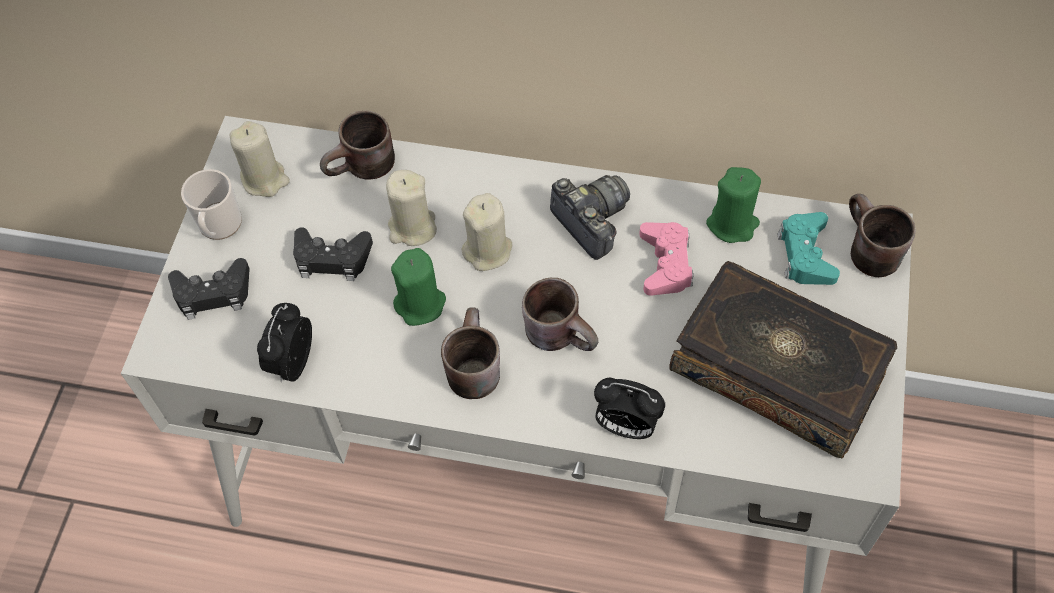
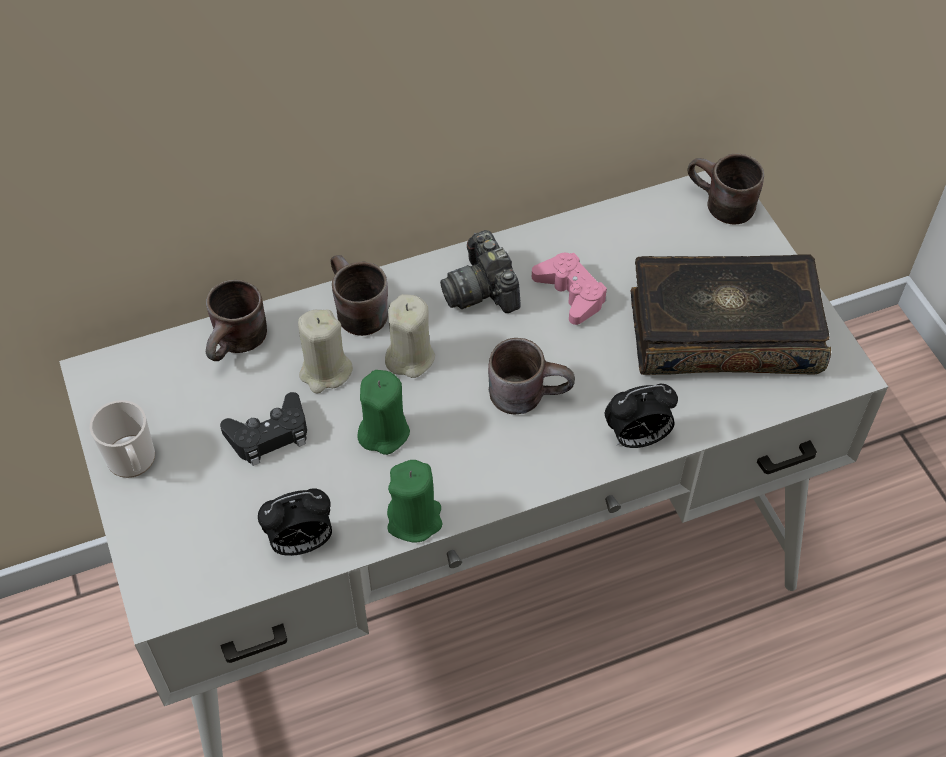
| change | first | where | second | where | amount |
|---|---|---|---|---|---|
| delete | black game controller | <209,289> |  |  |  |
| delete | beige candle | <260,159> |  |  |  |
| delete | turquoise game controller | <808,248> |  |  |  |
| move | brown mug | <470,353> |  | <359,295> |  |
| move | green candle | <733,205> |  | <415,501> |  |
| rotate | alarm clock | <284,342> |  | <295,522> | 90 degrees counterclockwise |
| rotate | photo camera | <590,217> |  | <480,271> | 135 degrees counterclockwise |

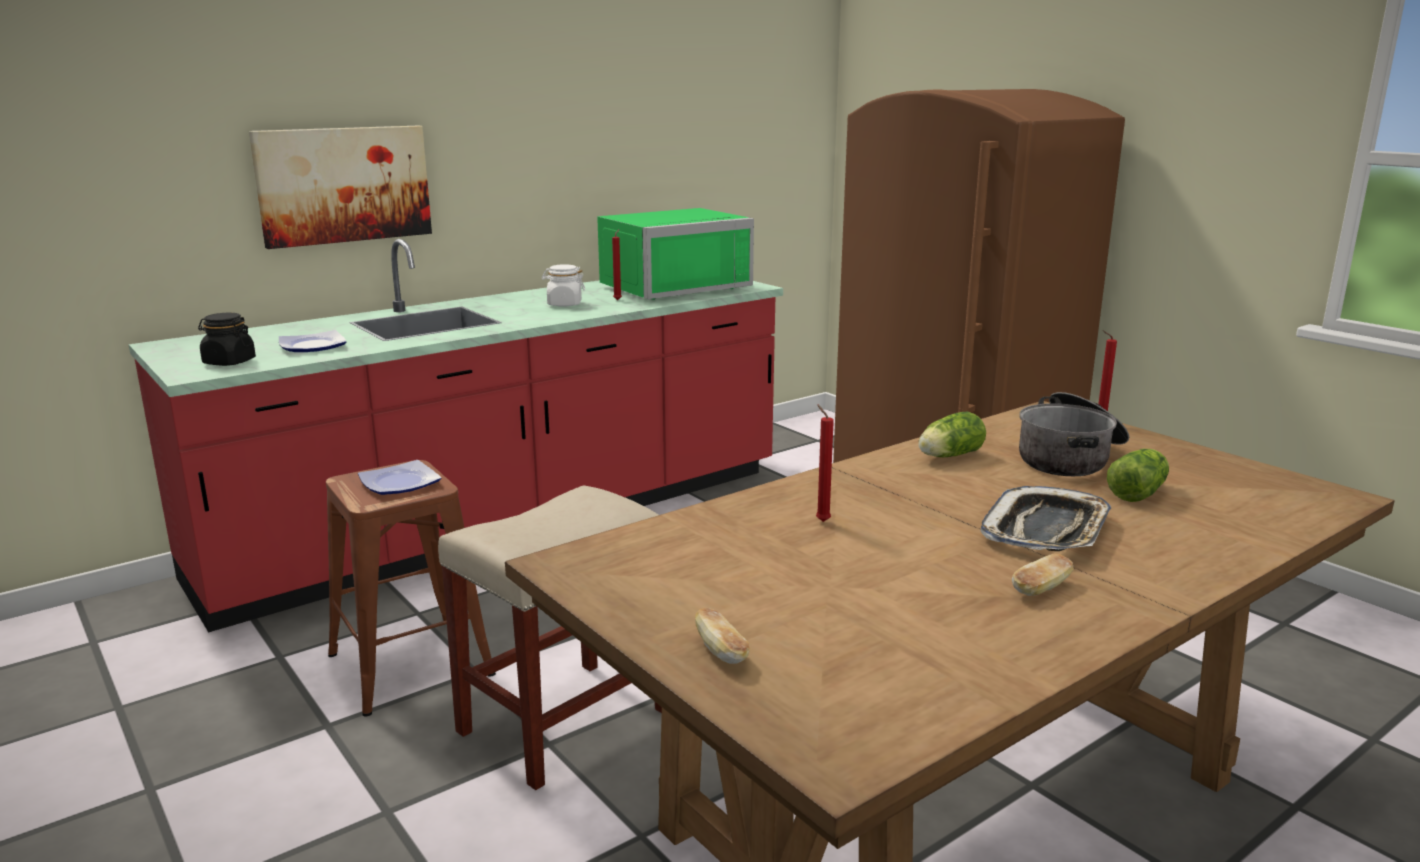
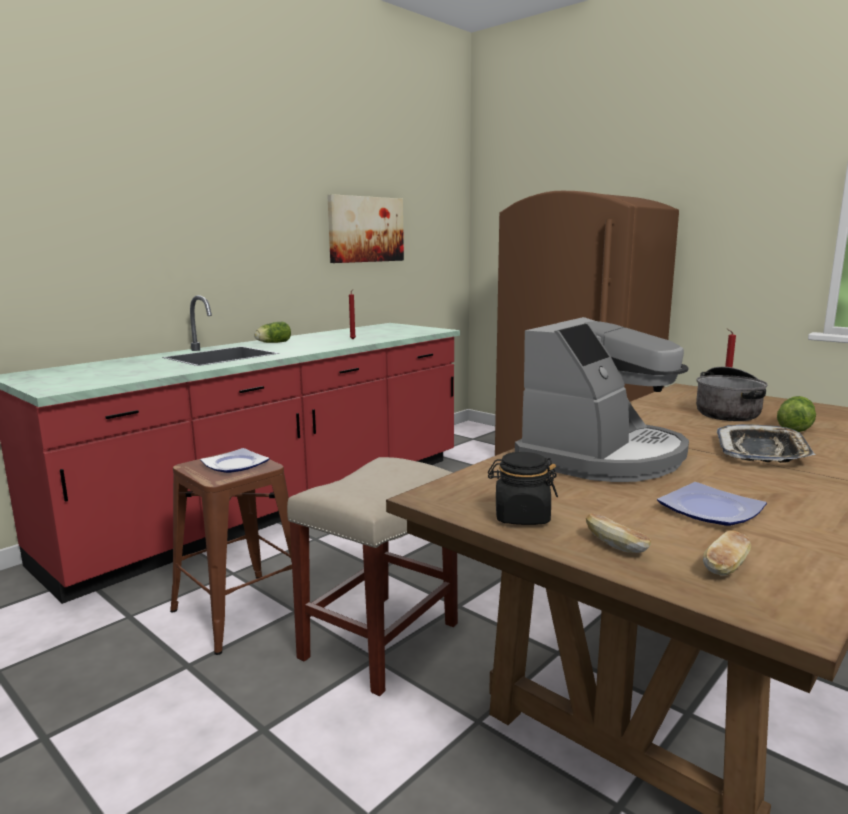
| change | first | where | second | where | amount |
|---|---|---|---|---|---|
| delete | white jar | <563,286> |  |  |  |
| delete | green microwave | <675,254> |  |  |  |
| move | black jar | <227,339> |  | <523,488> |  |
| move | picture | <340,187> |  | <365,228> |  |
| move | plate | <312,341> |  | <712,504> |  |
| move | lettuce | <952,434> |  | <272,332> |  |
| move | bread | <1043,575> |  | <727,553> |  |
| replace | red candle | <825,463> | coffee machine | <602,399> |  |

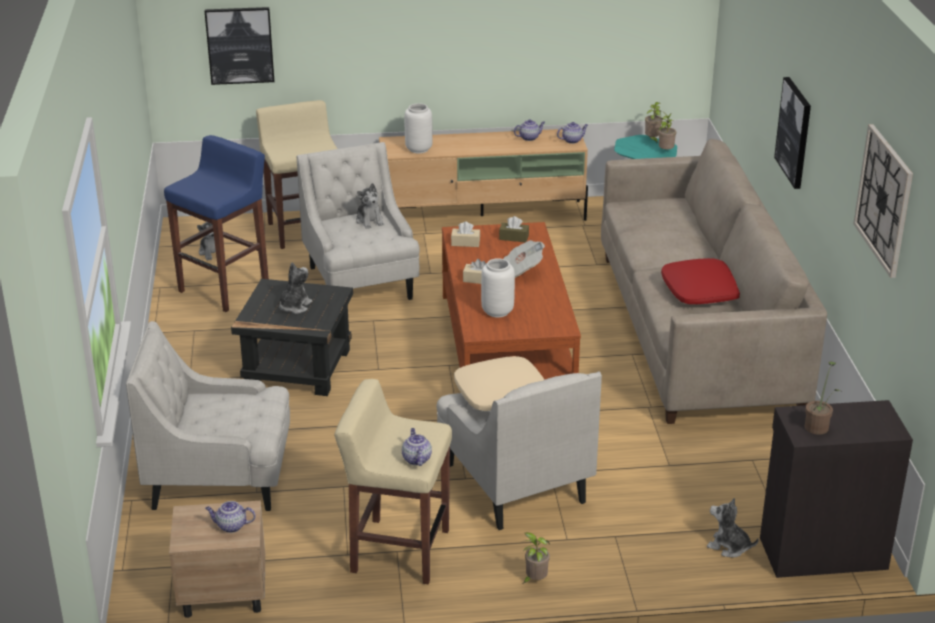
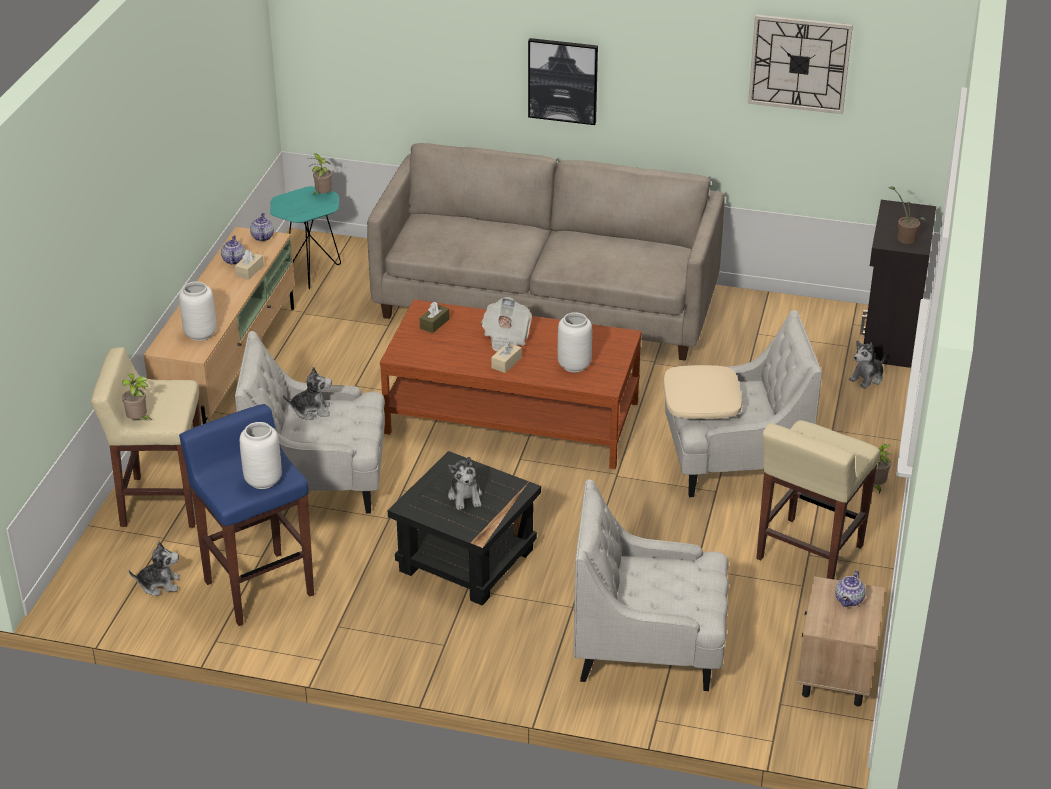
| change | first | where | second | where | amount |
|---|---|---|---|---|---|
| delete | picture | <239,46> |  |  |  |
| delete | teapot | <417,447> |  |  |  |
| delete | red pillow | <700,281> |  |  |  |
| insert |  |  | white vase | <261,455> |  |
| move | beige tissue box | <465,234> |  | <249,264> |  |
| move | potted plant | <653,122> |  | <137,396> |  |
| rotate | white armchair | <208,416> |  | <651,585> | 75 degrees clockwise |
| rotate | plush toy | <295,288> |  | <465,483> | 150 degrees counterclockwise |

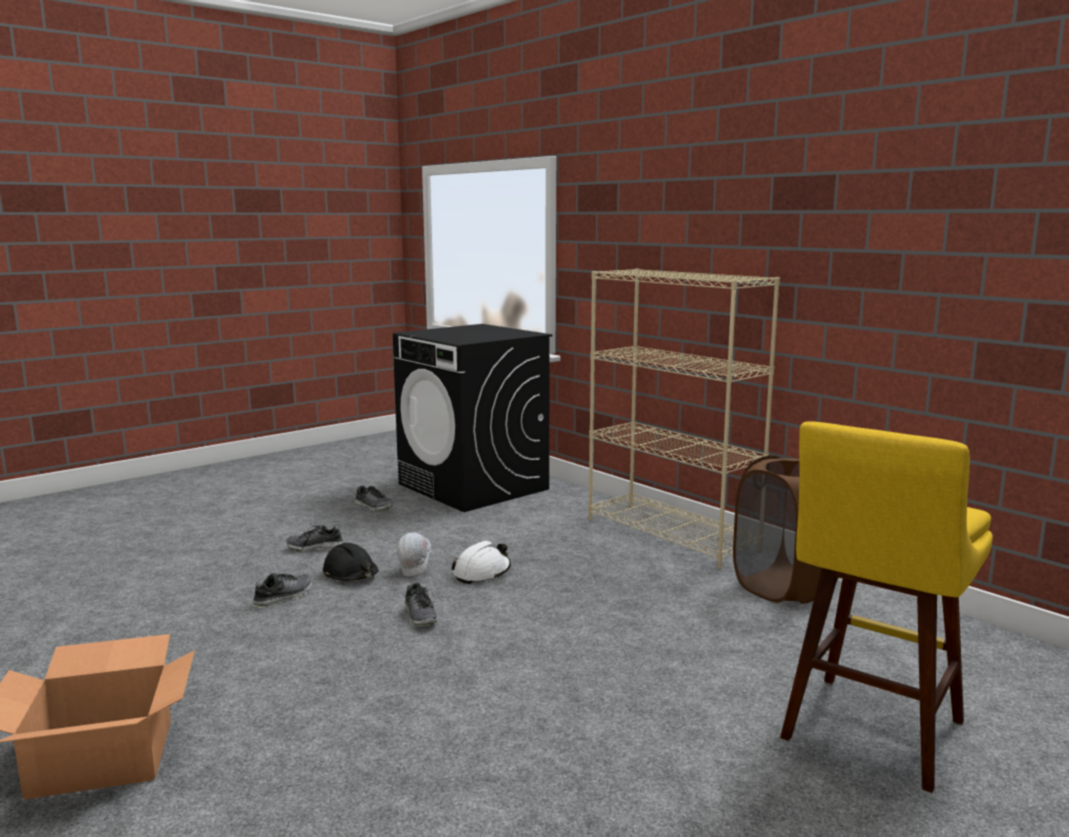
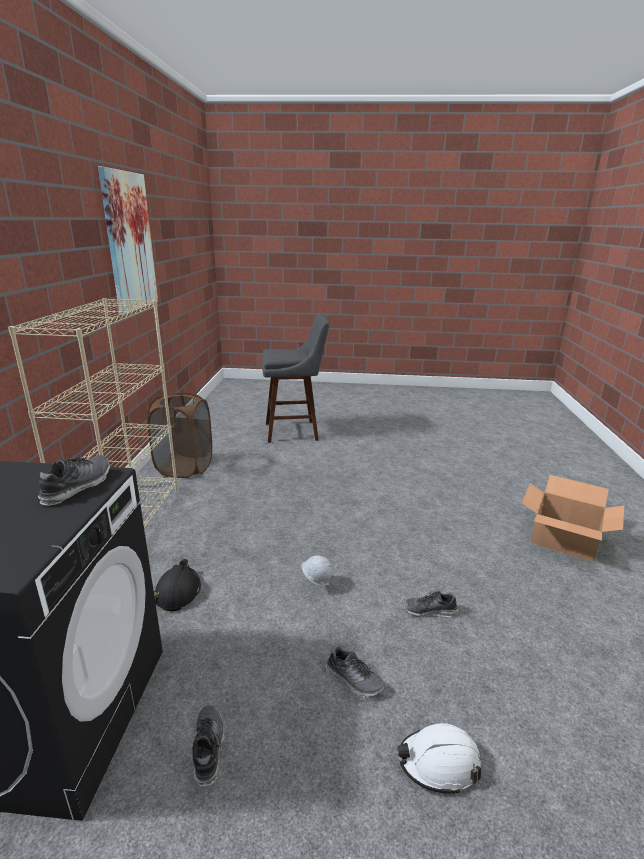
| change | first | where | second | where | amount |
|---|---|---|---|---|---|
| insert |  |  | picture | <128,240> |  |
| move | black hard hat | <350,562> |  | <177,585> |  |
| move | shoe | <421,604> |  | <74,480> |  |
| move | white hard hat | <481,562> |  | <439,759> |  |
| recolor | yellow stool | <886,607> | grey stool | <296,378> |  |

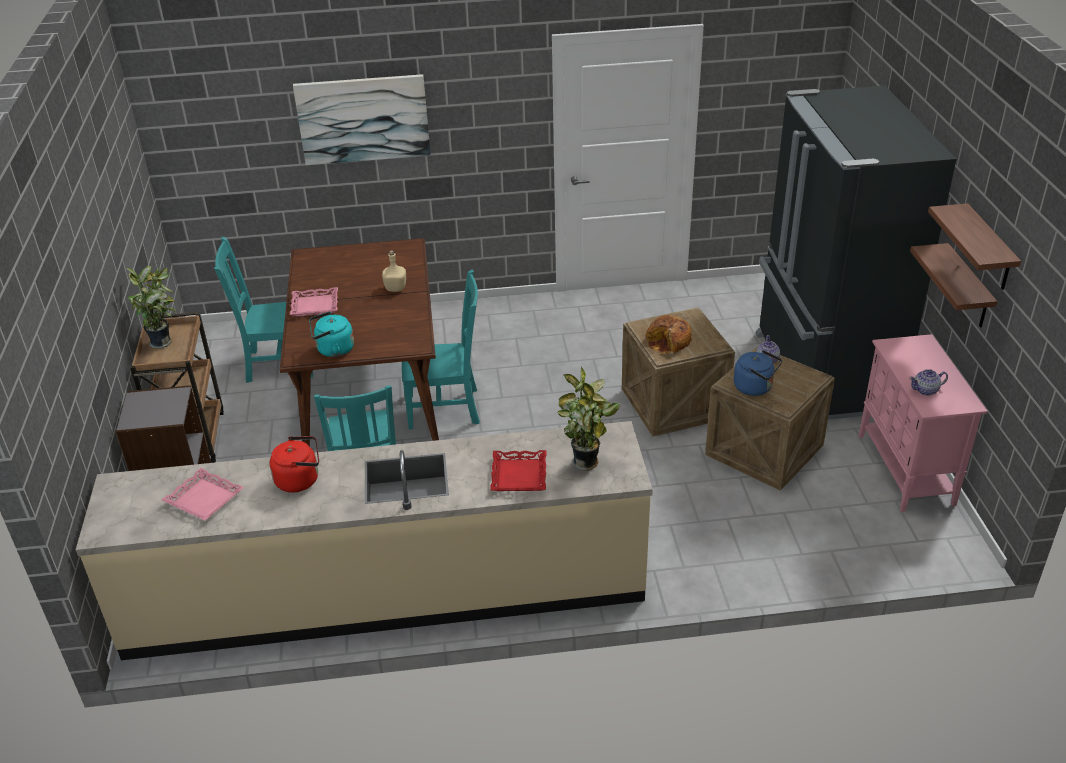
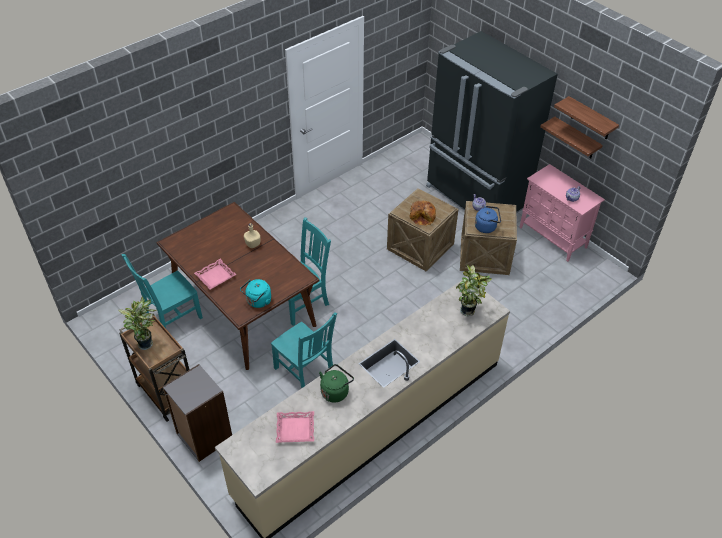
| change | first | where | second | where | amount |
|---|---|---|---|---|---|
| delete | picture | <362,119> |  |  |  |
| delete | red tray | <518,470> |  |  |  |
| recolor | red kettle | <294,464> | green kettle | <336,383> |  |

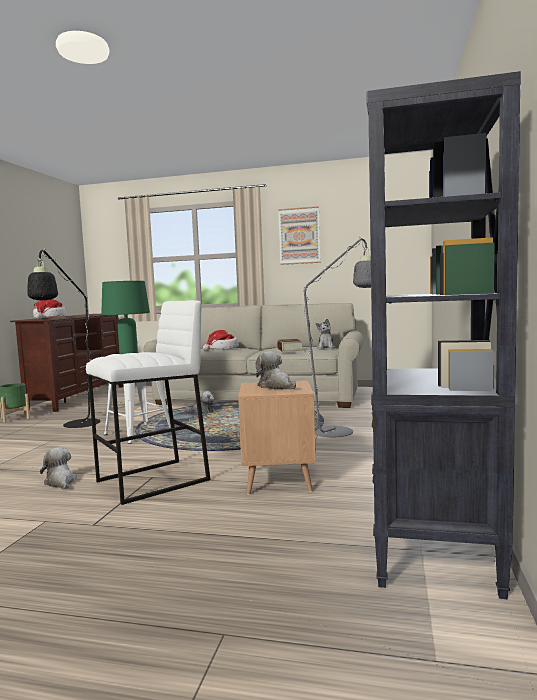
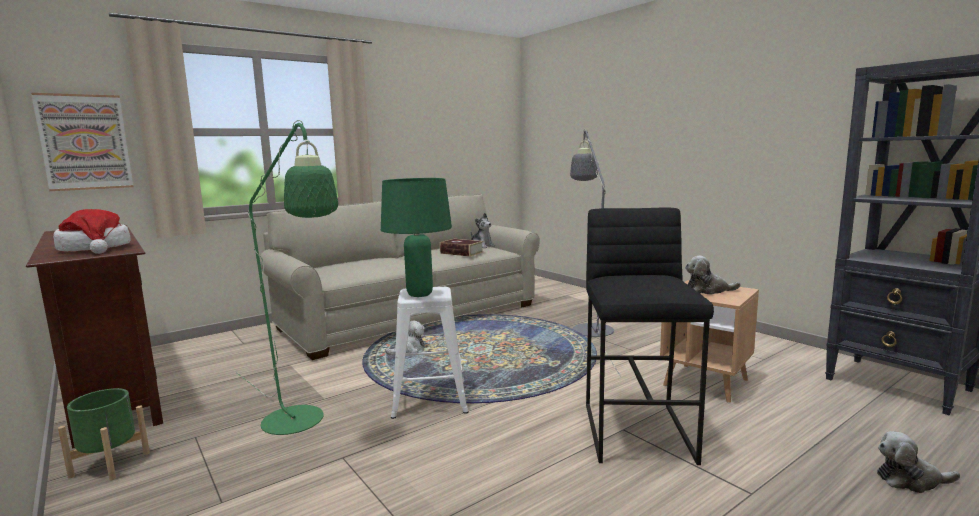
| change | first | where | second | where | amount |
|---|---|---|---|---|---|
| delete | hat | <221,340> |  |  |  |
| move | plush toy | <58,469> |  | <918,462> |  |
| move | picture | <299,235> |  | <82,142> |  |
| recolor | black floor lamp | <74,338> | green floor lamp | <287,277> |  |
| recolor | white stool | <148,402> | black stool | <650,336> |  |

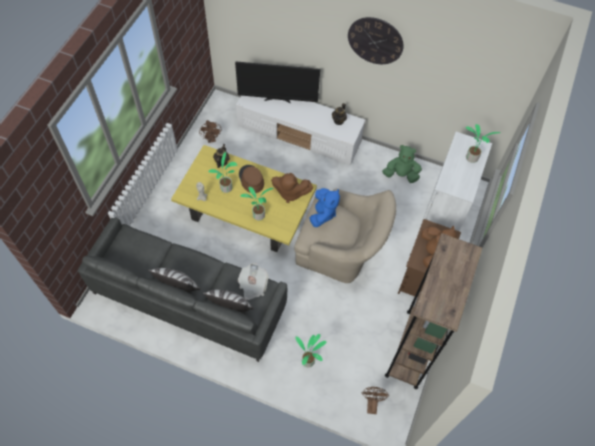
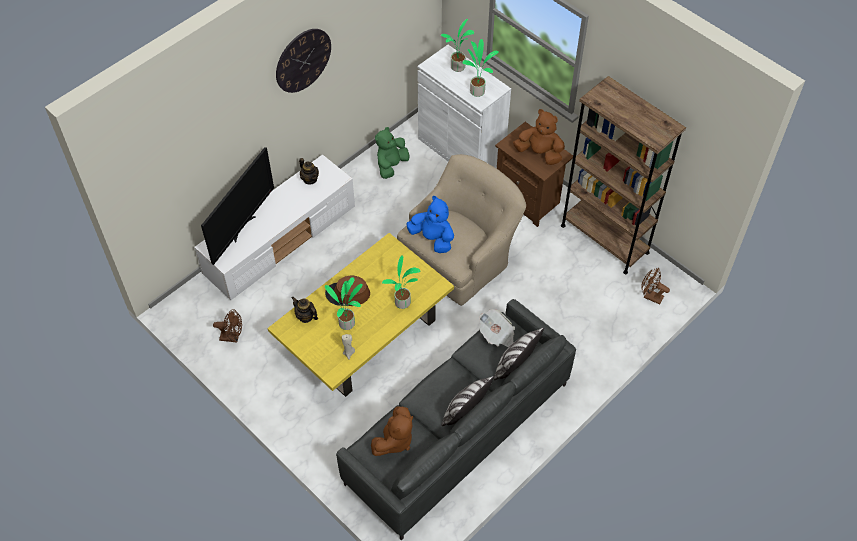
| change | first | where | second | where | amount |
|---|---|---|---|---|---|
| move | brown plush toy | <292,188> |  | <392,431> |  |
| move | potted plant | <311,350> |  | <480,68> |  |

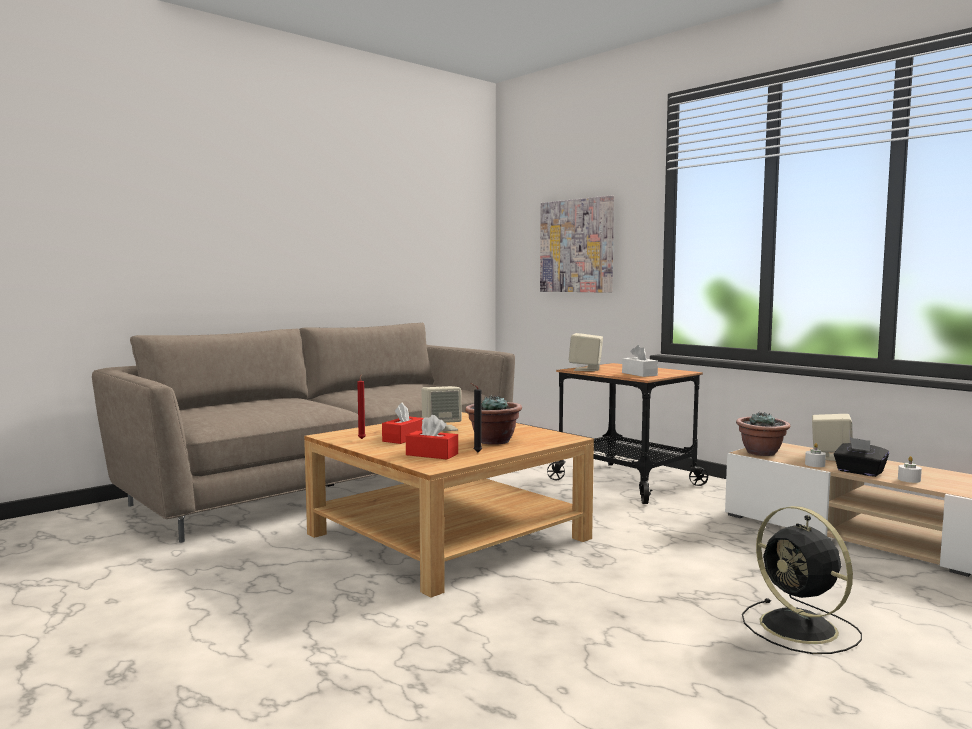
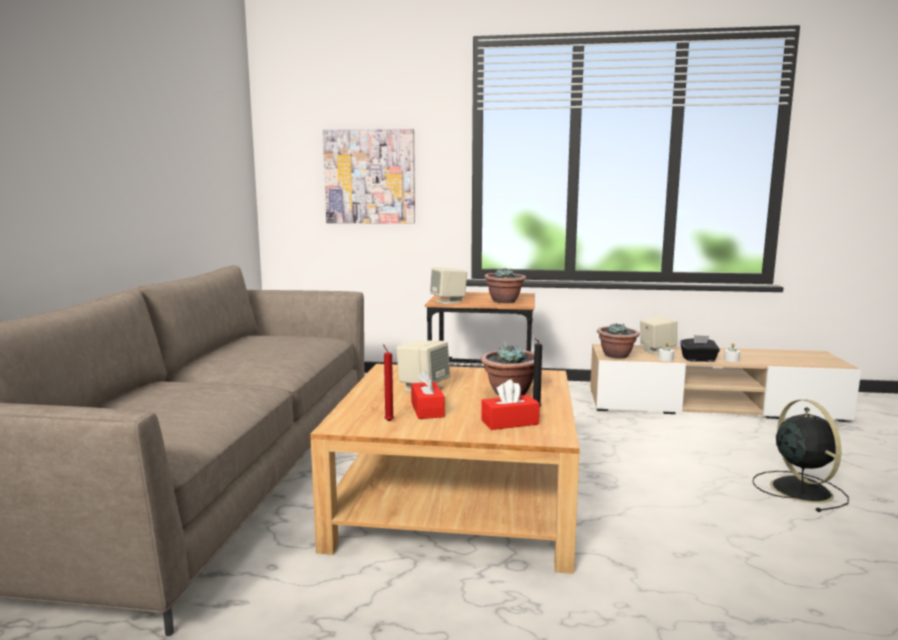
| change | first | where | second | where | amount |
|---|---|---|---|---|---|
| replace | white tissue box | <640,361> | potted plant | <505,285> |  |
| rotate | black fan | <802,580> |  | <801,455> | 120 degrees counterclockwise |

